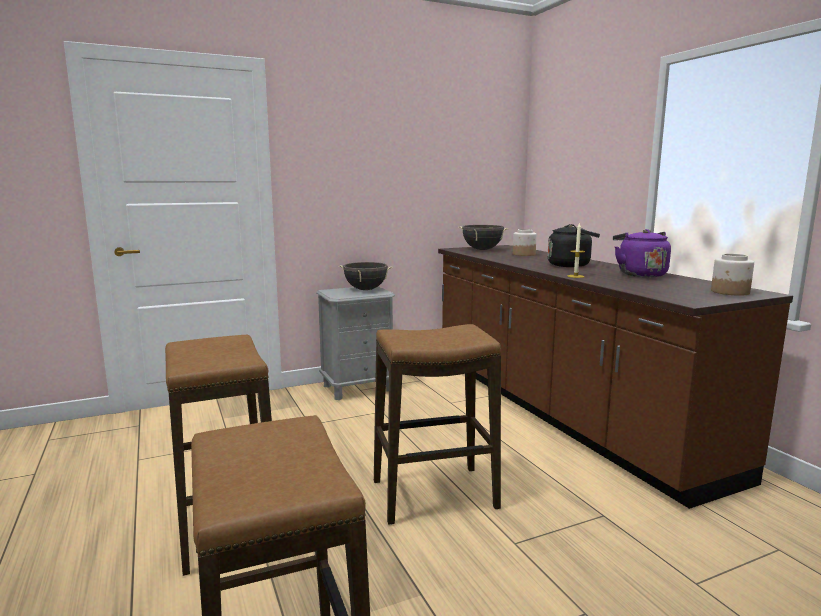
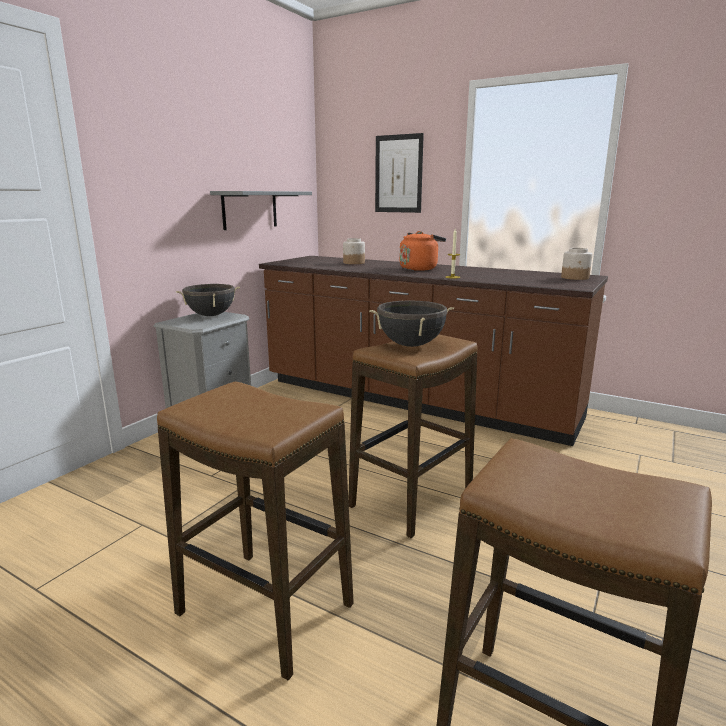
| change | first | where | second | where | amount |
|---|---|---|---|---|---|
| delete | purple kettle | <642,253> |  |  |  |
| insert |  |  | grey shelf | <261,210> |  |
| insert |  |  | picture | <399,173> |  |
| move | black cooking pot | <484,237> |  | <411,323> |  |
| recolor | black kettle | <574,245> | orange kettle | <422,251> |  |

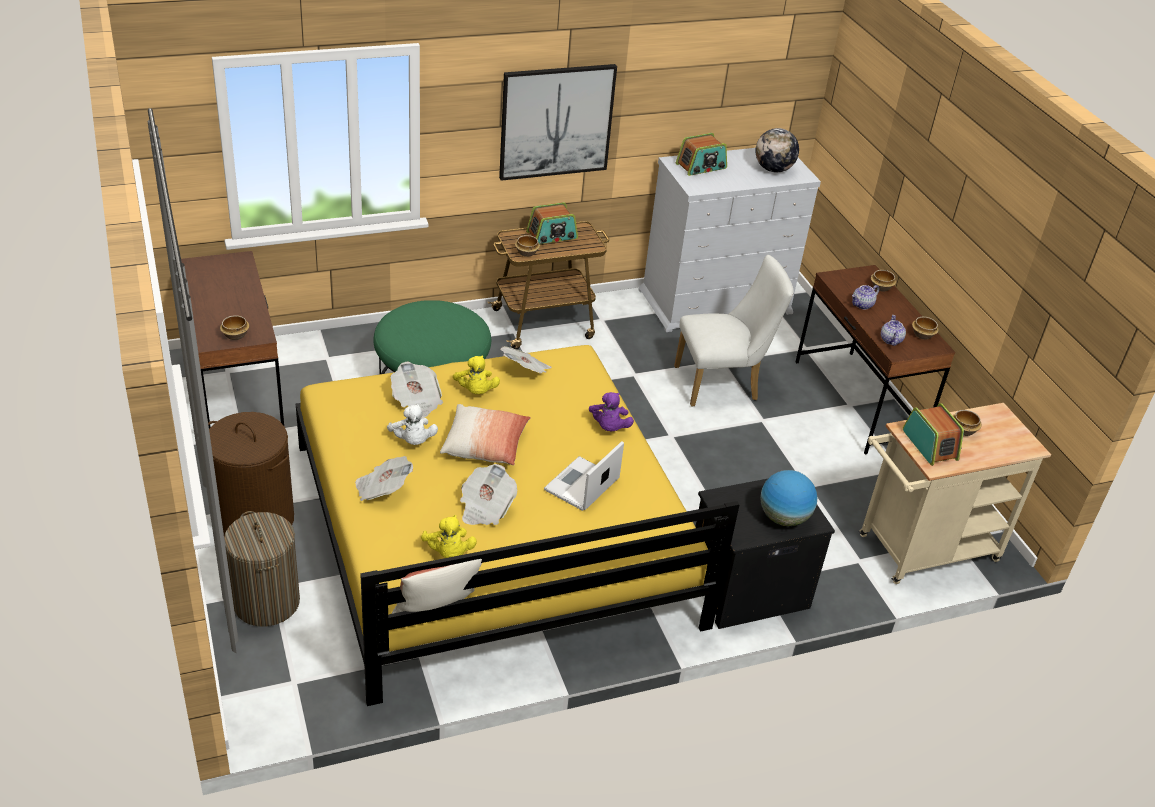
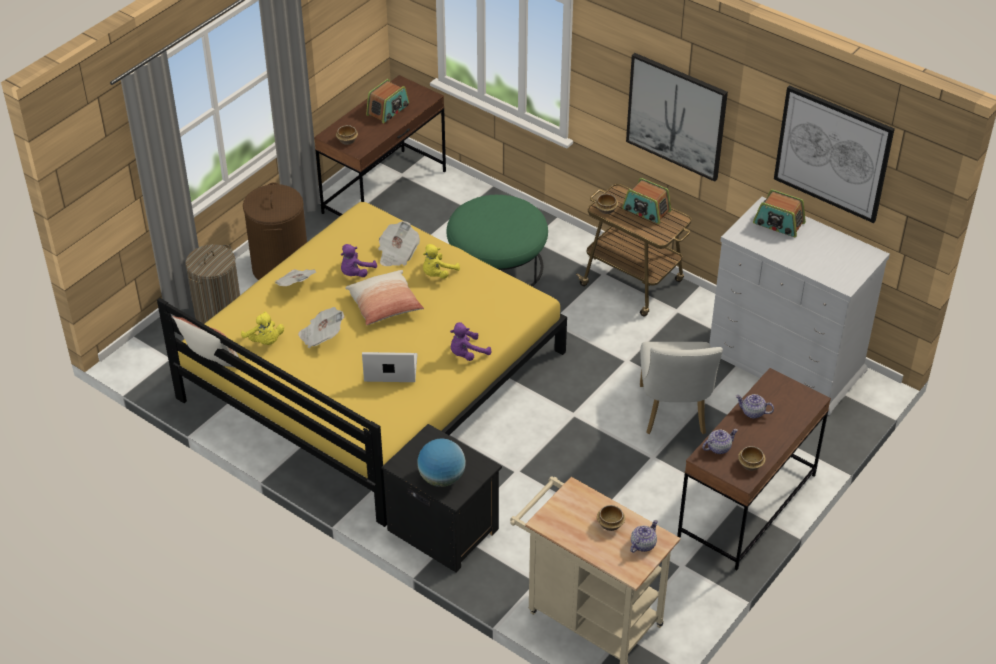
| change | first | where | second | where | amount |
|---|---|---|---|---|---|
| delete | newspaper | <526,359> |  |  |  |
| delete | globe | <777,150> |  |  |  |
| delete | bowl | <883,281> |  |  |  |
| insert |  |  | teapot | <644,536> |  |
| insert |  |  | picture | <834,154> |  |
| move | radio | <933,434> |  | <387,101> |  |
| recolor | white plush toy | <412,424> | purple plush toy | <359,260> |  |
| rotate | yellow plush toy | <449,536> |  | <262,328> | 75 degrees counterclockwise |
| rotate | white chair | <733,331> |  | <681,388> | 45 degrees clockwise |

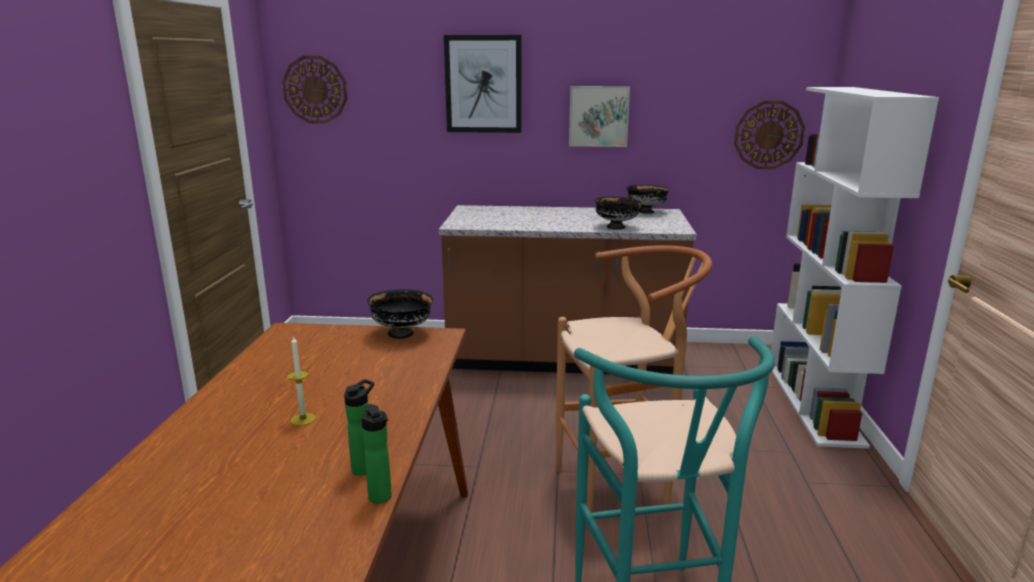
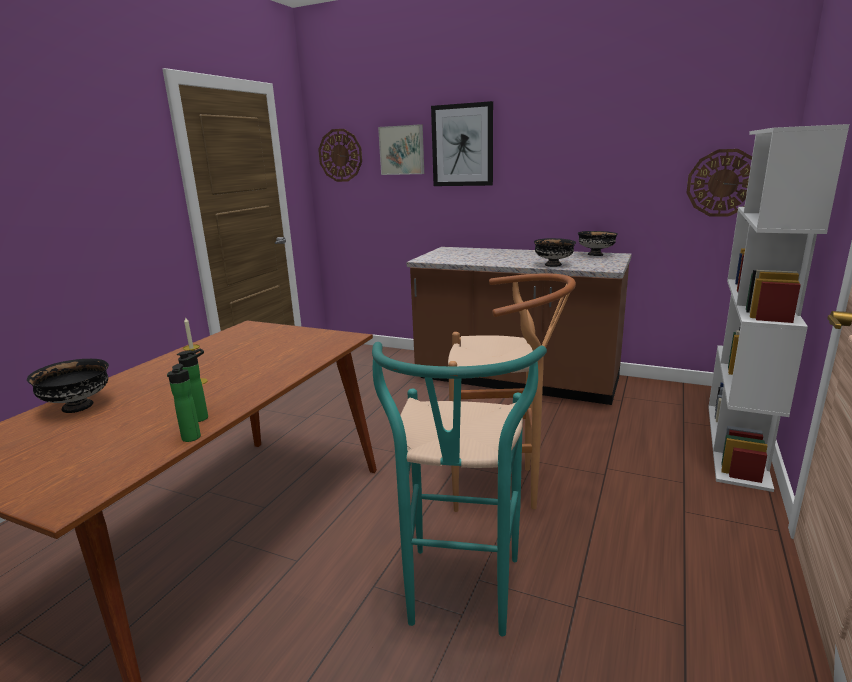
| change | first | where | second | where | amount |
|---|---|---|---|---|---|
| move | black bowl | <400,314> |  | <68,386> |  |
| move | picture | <599,116> |  | <401,149> |  |

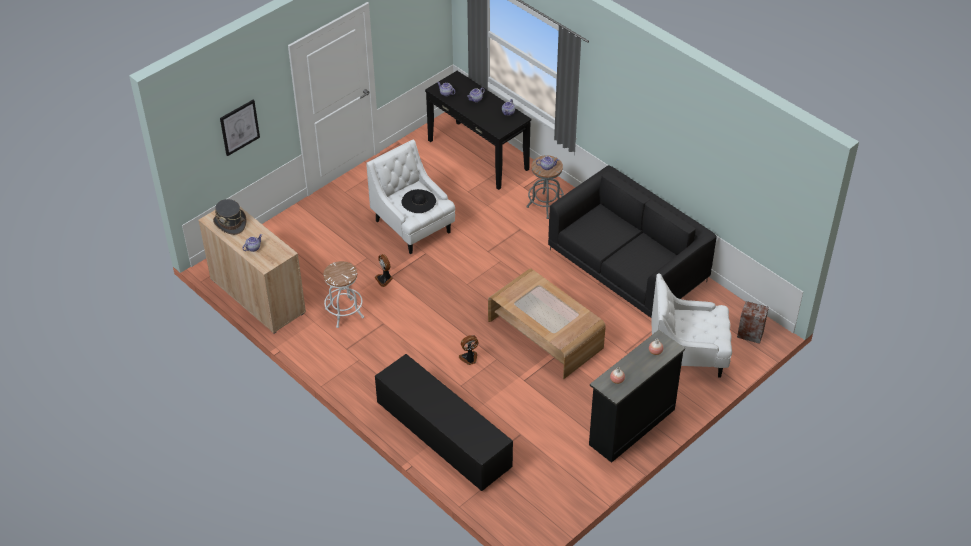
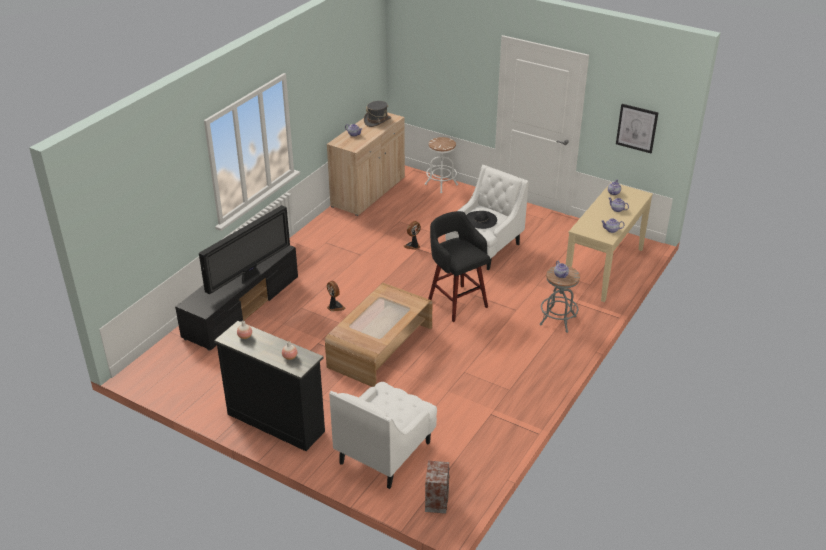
| change | first | where | second | where | amount |
|---|---|---|---|---|---|
| delete | black sofa | <632,241> |  |  |  |
| insert |  |  | television | <244,250> |  |
| insert |  |  | black stool | <459,266> |  |
| move | picture | <240,128> |  | <637,128> |  |
| move | white stool | <343,294> |  | <441,165> |  |
| recolor | black console table | <478,130> | beige console table | <608,242> |  |
| rotate | white armchair | <691,325> |  | <383,435> | 135 degrees counterclockwise |

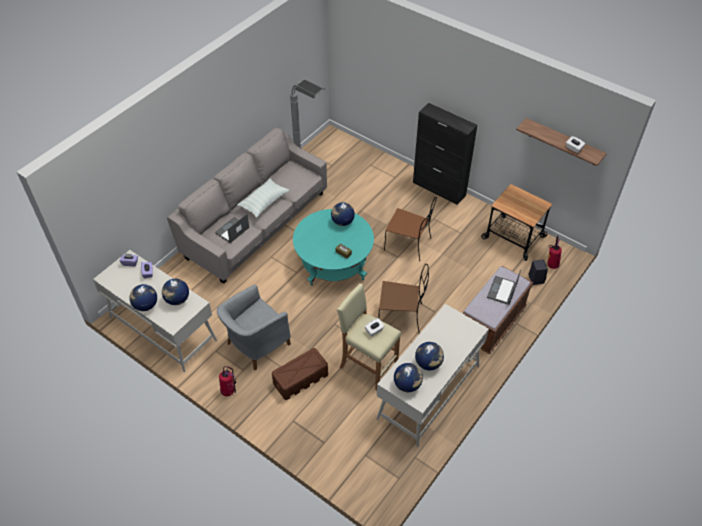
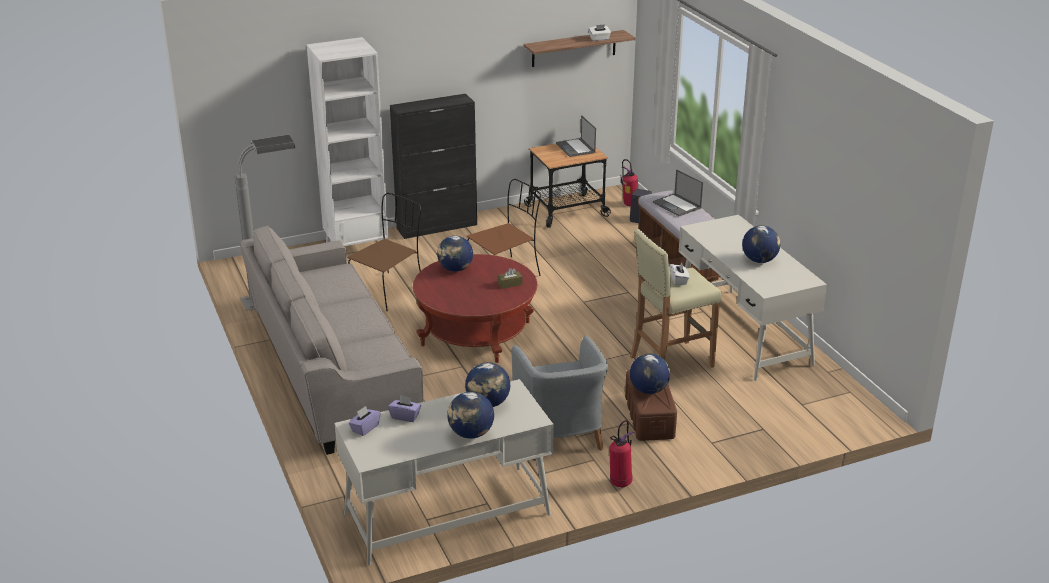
| change | first | where | second | where | amount |
|---|---|---|---|---|---|
| delete | pillow | <263,198> |  |  |  |
| insert |  |  | white bookcase | <347,141> |  |
| move | laptop | <232,228> |  | <576,136> |  |
| move | brown chair | <403,297> |  | <384,252> |  |
| move | globe | <408,377> |  | <650,374> |  |
| recolor | turquoise coffee table | <333,247> | red coffee table | <475,308> |  |

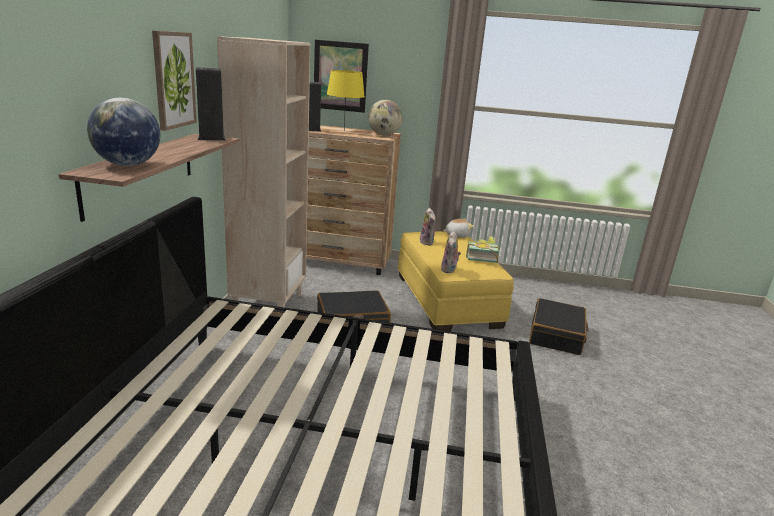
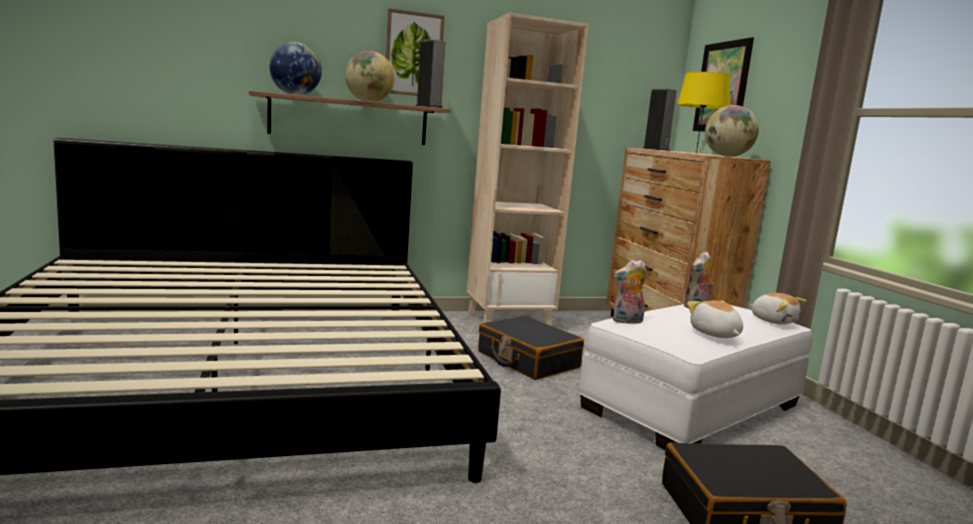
| change | first | where | second | where | amount |
|---|---|---|---|---|---|
| insert |  |  | globe | <370,76> |  |
| replace | book | <482,249> | plush toy | <715,319> |  |
| recolor | yellow ottoman | <456,281> | white ottoman | <695,377> |  |

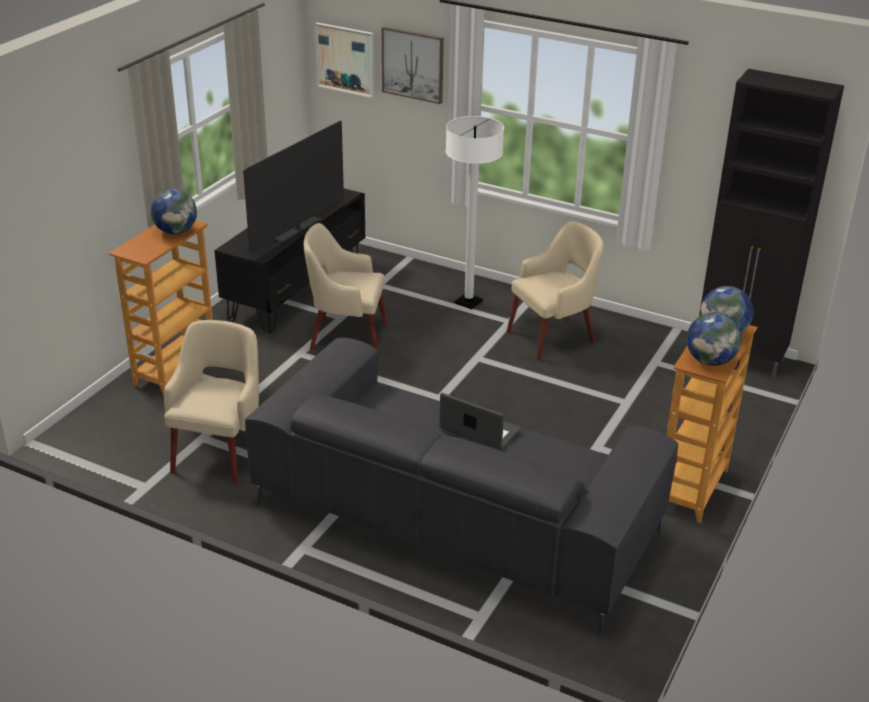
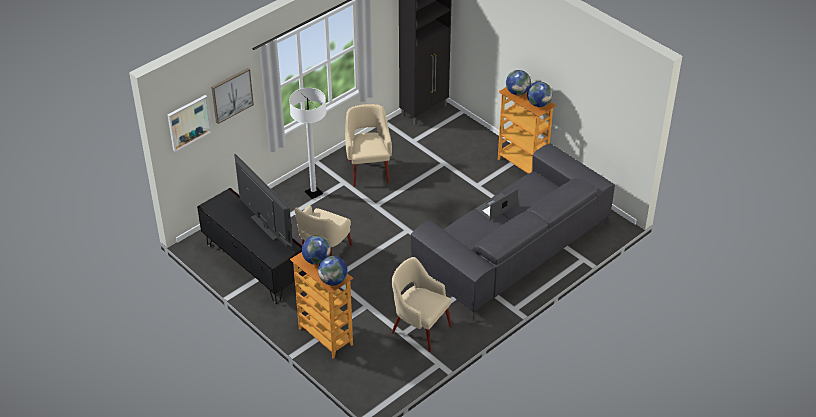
| change | first | where | second | where | amount |
|---|---|---|---|---|---|
| insert |  |  | globe | <333,271> |  |

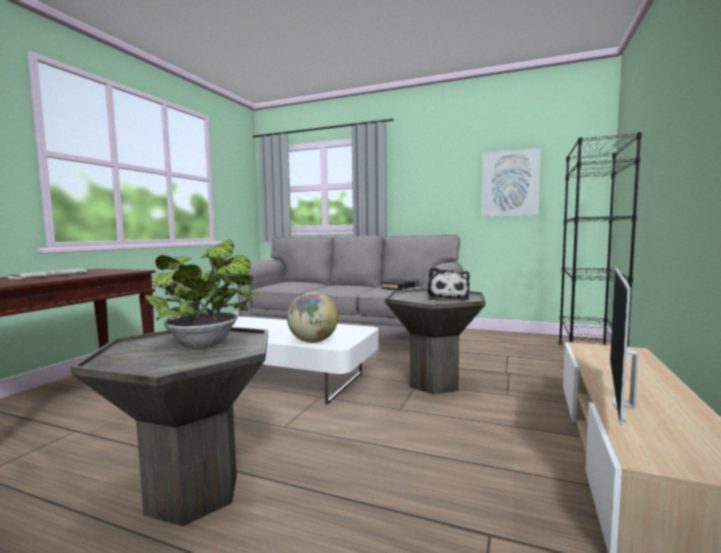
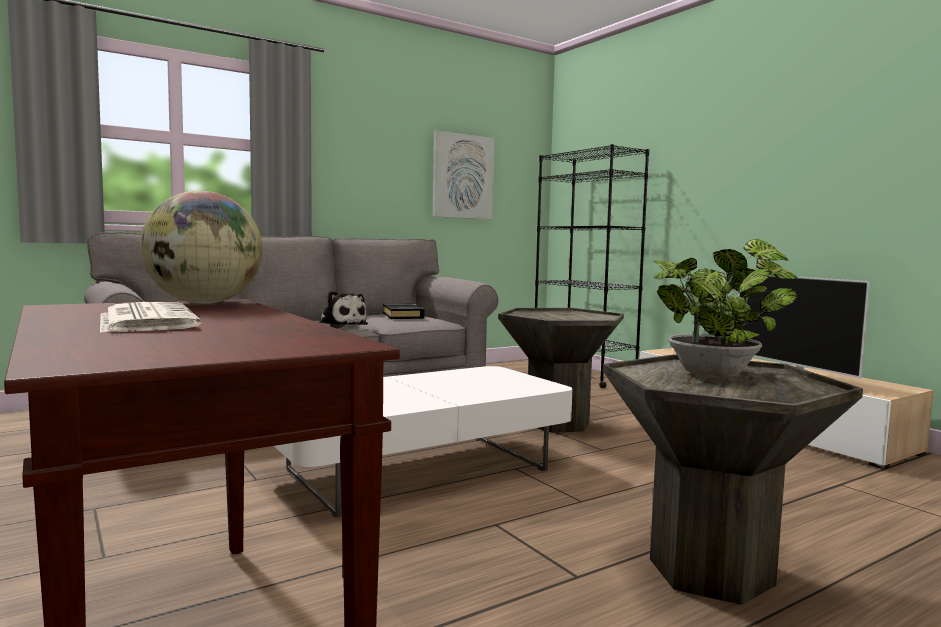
| change | first | where | second | where | amount |
|---|---|---|---|---|---|
| move | globe | <312,317> |  | <201,247> |  |
| move | plush toy | <448,283> |  | <343,309> |  |

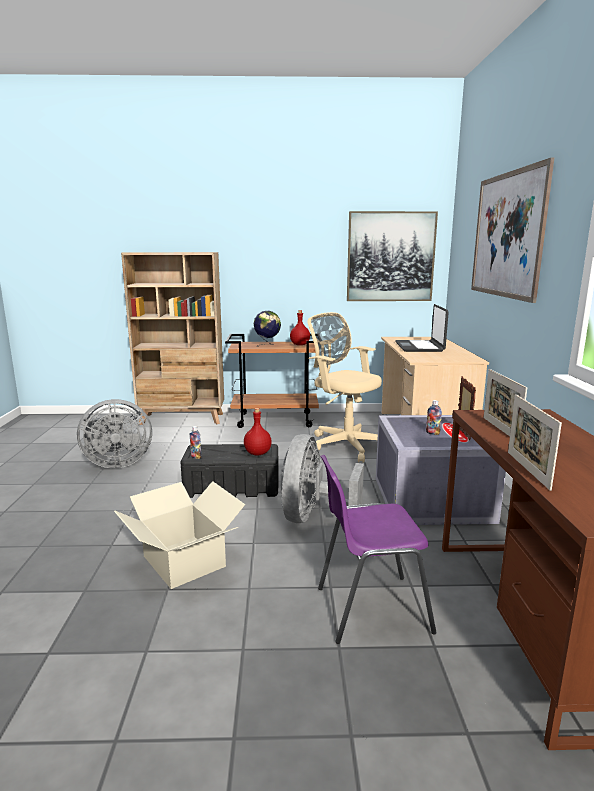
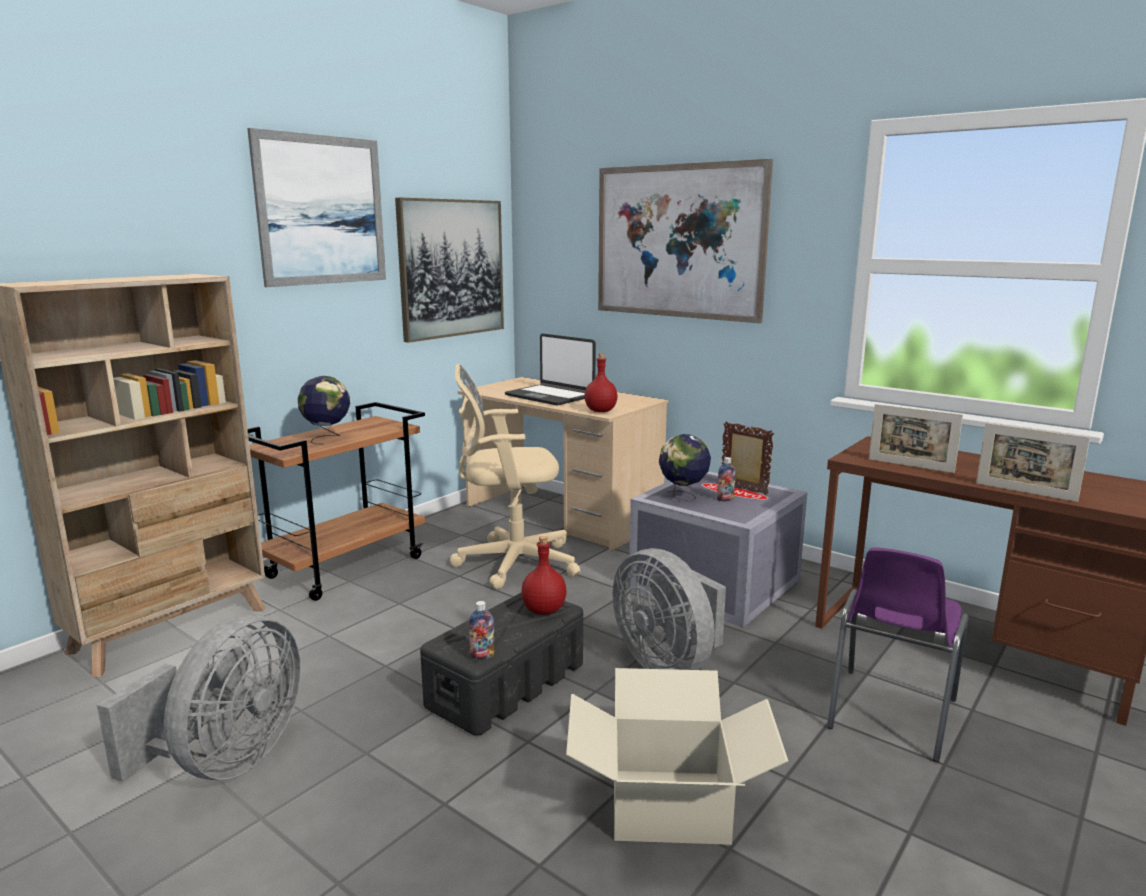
| change | first | where | second | where | amount |
|---|---|---|---|---|---|
| insert |  |  | picture | <316,207> |  |
| insert |  |  | globe | <685,468> |  |
| move | red bottle | <300,327> |  | <601,383> |  |

